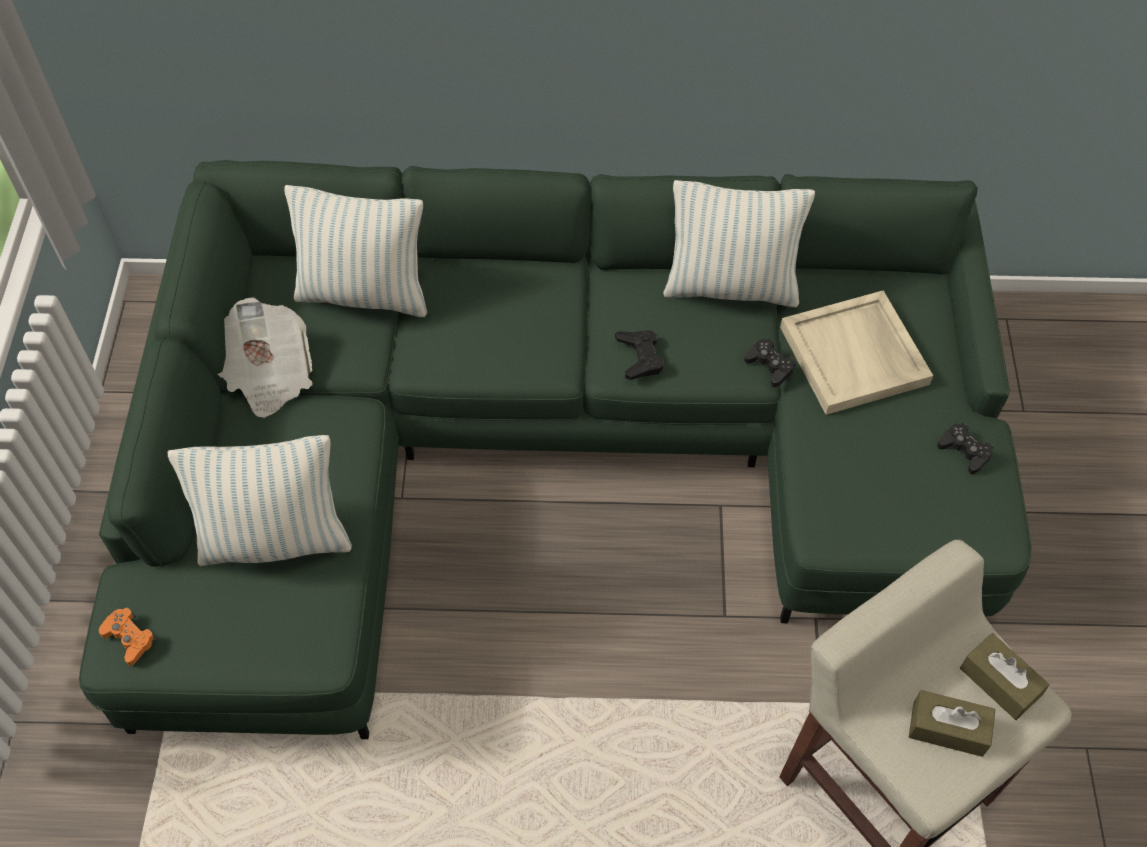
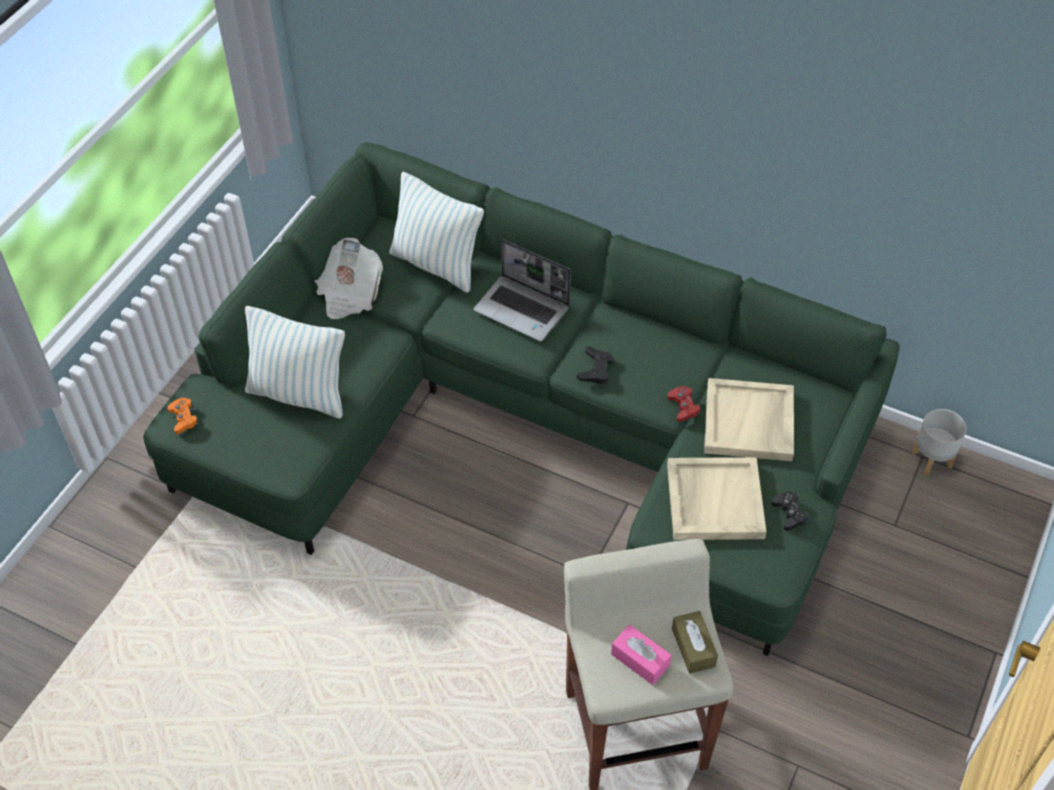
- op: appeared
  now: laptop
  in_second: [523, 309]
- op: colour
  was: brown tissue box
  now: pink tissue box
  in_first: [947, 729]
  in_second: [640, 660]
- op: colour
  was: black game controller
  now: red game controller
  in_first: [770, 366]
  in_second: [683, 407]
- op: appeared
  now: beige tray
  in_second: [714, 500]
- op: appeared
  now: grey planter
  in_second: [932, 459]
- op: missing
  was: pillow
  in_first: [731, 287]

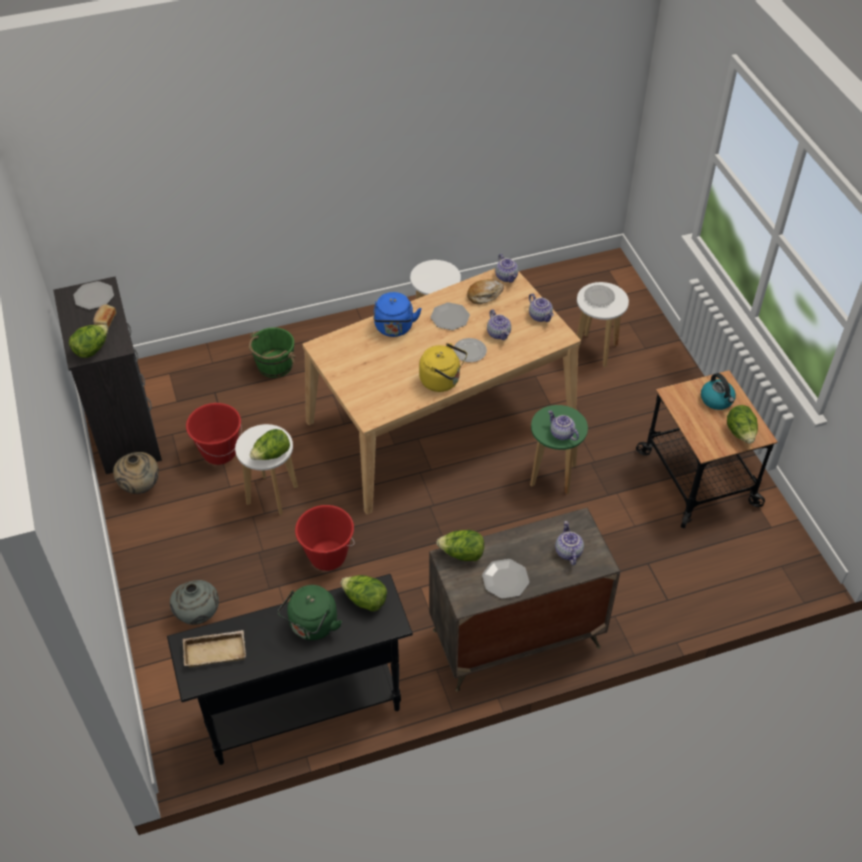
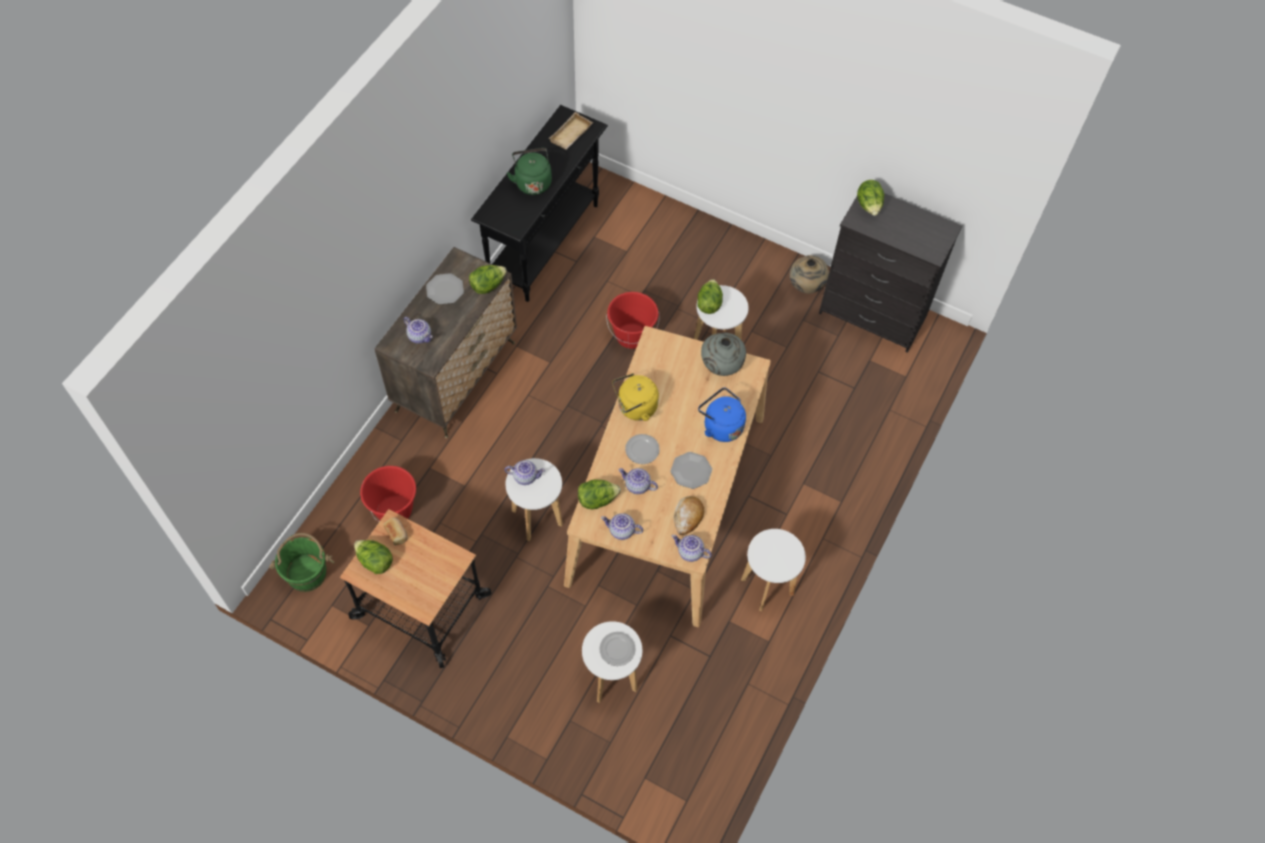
- op: relocated
  was: green bucket
  in_first: [274, 365]
  in_second: [307, 572]
- op: relocated
  was: red bucket
  in_first: [219, 452]
  in_second: [395, 510]
- op: relocated
  was: bread
  in_first: [105, 321]
  in_second: [397, 533]
- op: colour
  was: green stool
  now: white stool
  in_first: [553, 476]
  in_second: [537, 518]
- op: relocated
  was: lettuce
  in_first: [365, 600]
  in_second: [597, 499]
- op: relocated
  was: grey vase
  in_first: [198, 615]
  in_second: [721, 367]
- op: missing
  was: plate
  in_first: [94, 296]
- op: missing
  was: kettle
  in_first: [717, 400]

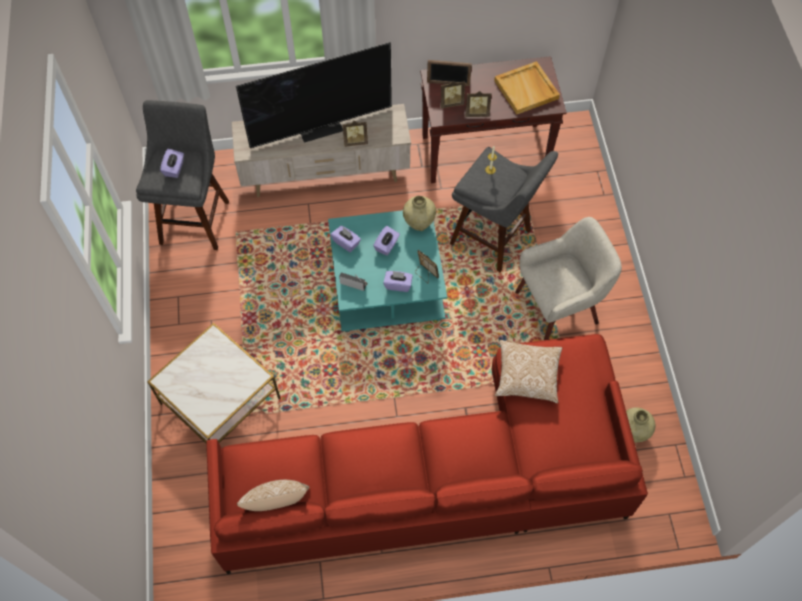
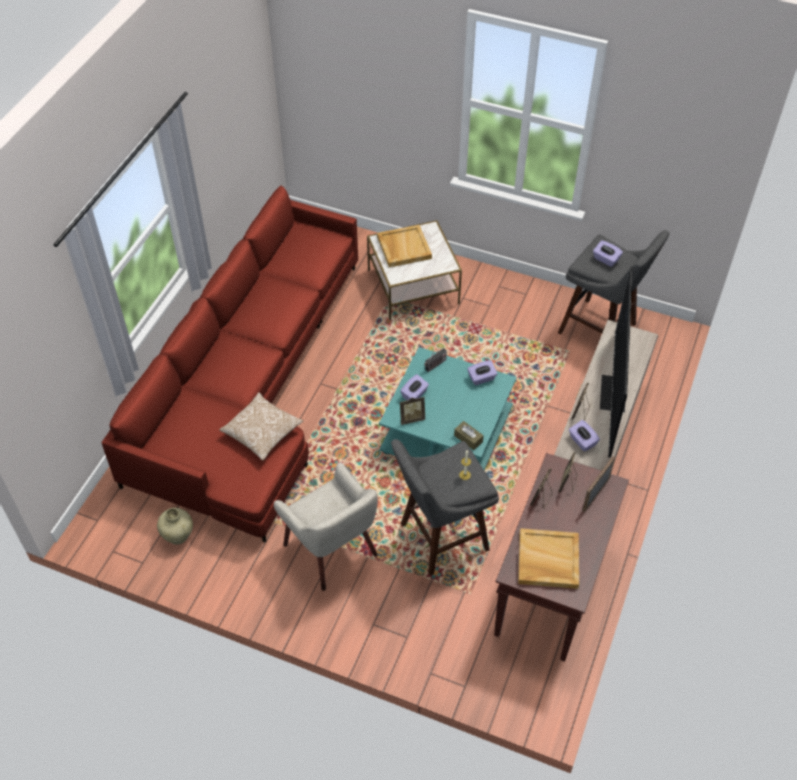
- op: spun
  was: beige armchair
  in_first: [558, 308]
  in_second: [332, 550]
  clockwise: -45
- op: appeared
  now: beige tray
  in_second: [403, 247]
- op: exchanged
  was: beige vase
  now: brown tissue box
  in_first: [419, 223]
  in_second: [468, 438]
- op: relocated
  was: purple tissue box
  in_first: [387, 246]
  in_second: [582, 441]
- op: missing
  was: pillow
  in_first: [278, 505]

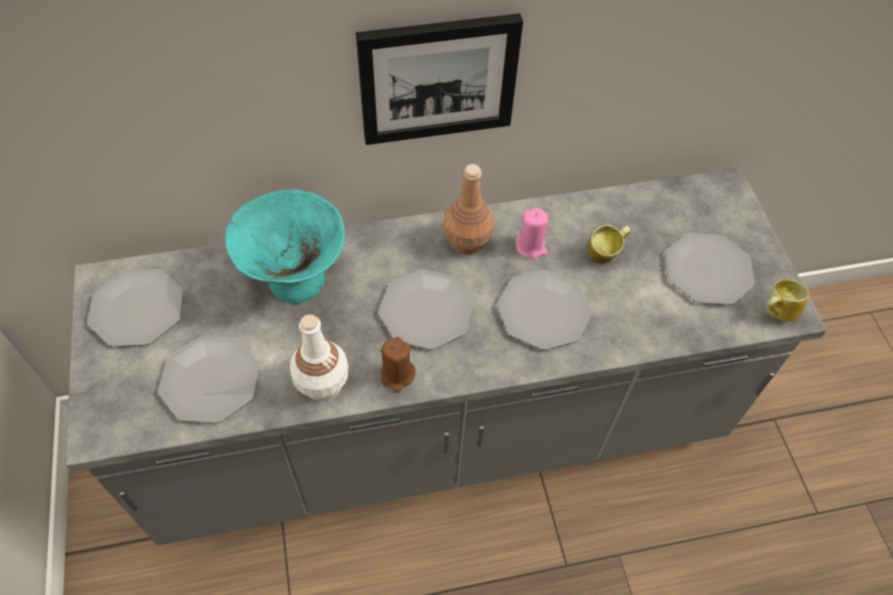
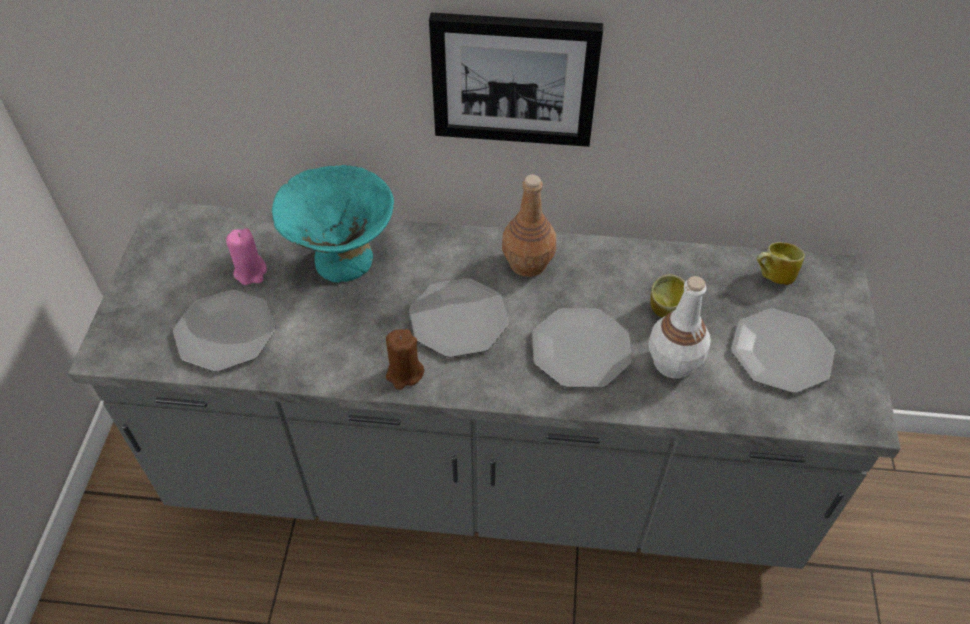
- op: relocated
  was: pink candle
  in_first: [531, 246]
  in_second: [250, 272]
- op: relocated
  was: white bottle
  in_first: [322, 384]
  in_second: [673, 362]
- op: relocated
  was: mug
  in_first: [775, 312]
  in_second: [772, 276]
- op: missing
  was: plate
  in_first: [137, 308]

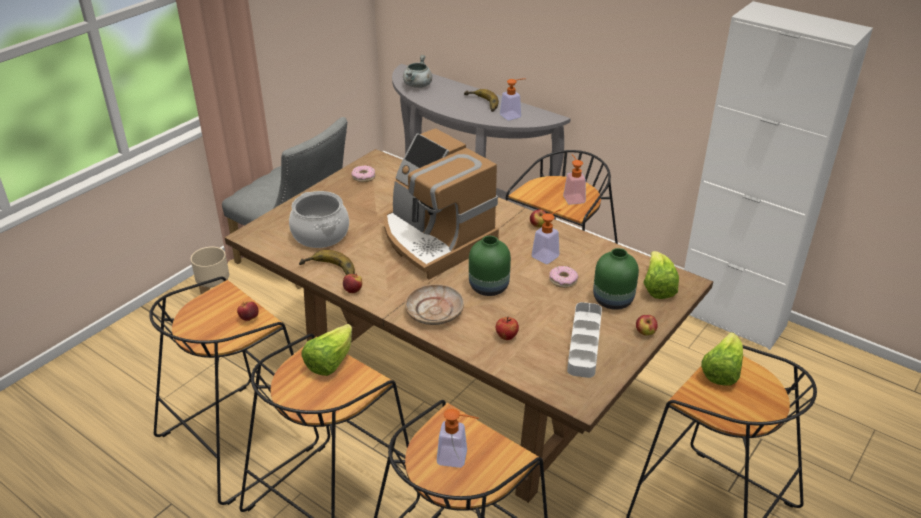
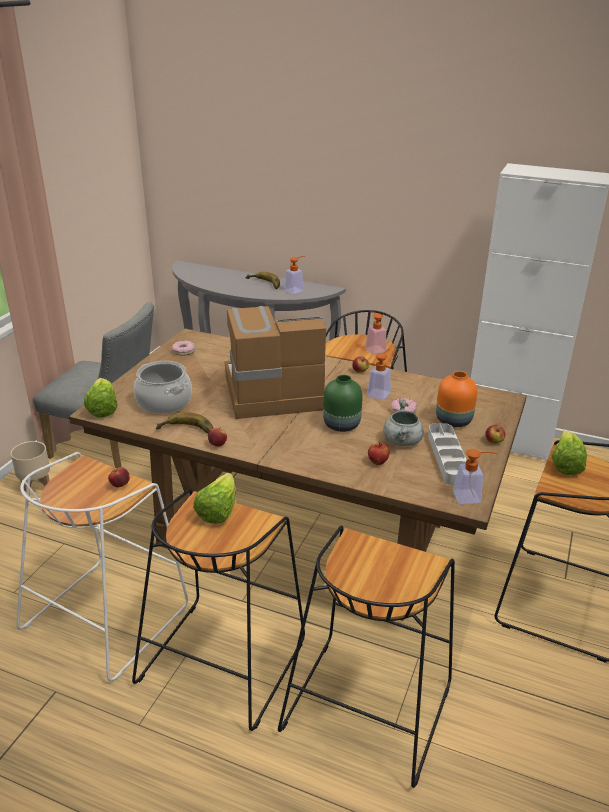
- op: colour
  was: black stool
  now: white stool
  in_first: [239, 438]
  in_second: [106, 615]
- op: relocated
  was: lettuce
  in_first: [657, 287]
  in_second: [102, 409]
- op: spun
  was: coffee machine
  in_first: [434, 239]
  in_second: [273, 393]
  clockwise: 135
- op: relocated
  was: grey cooking pot
  in_first: [418, 85]
  in_second: [403, 441]
- op: colour
  was: green vase
  now: orange vase
  in_first: [611, 300]
  in_second: [452, 420]
- op: relocated
  was: soap dispenser
  in_first: [458, 458]
  in_second: [472, 497]
- op: missing
  was: beige plate
  in_first: [435, 311]

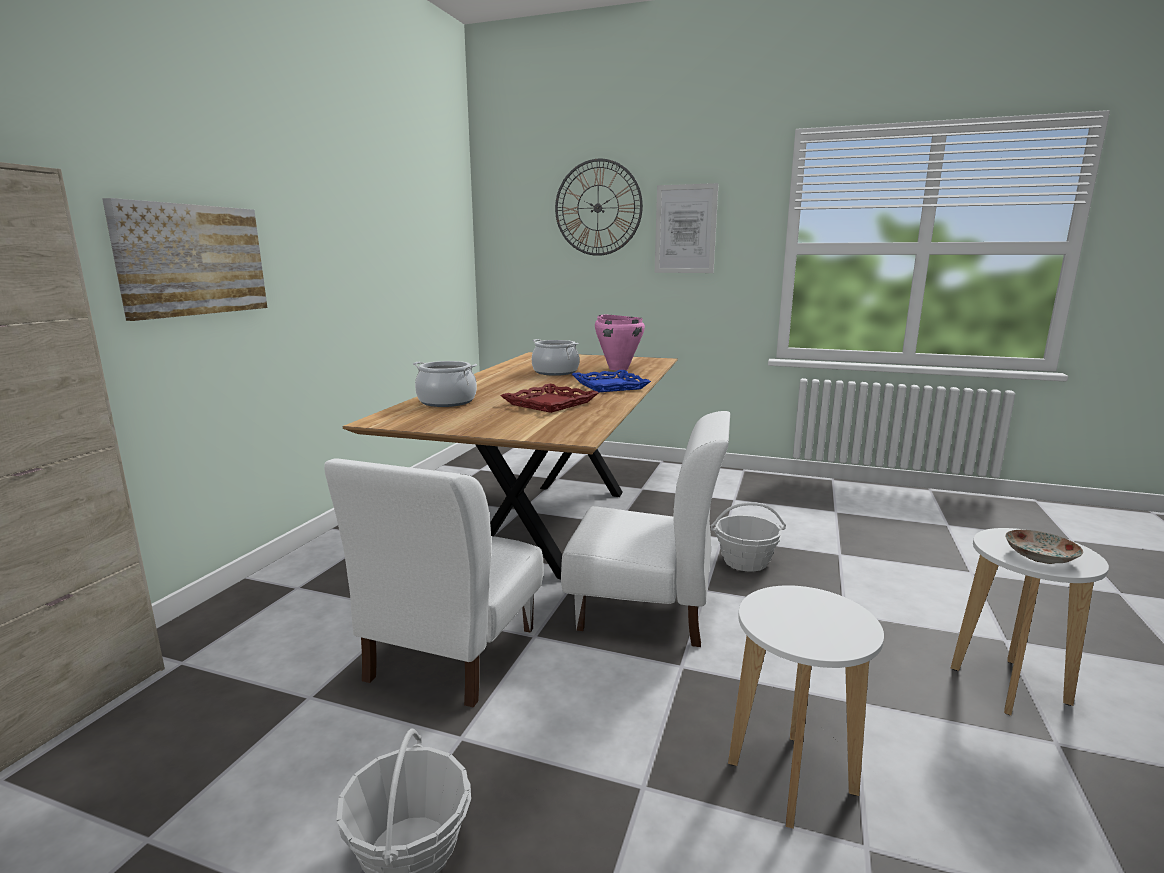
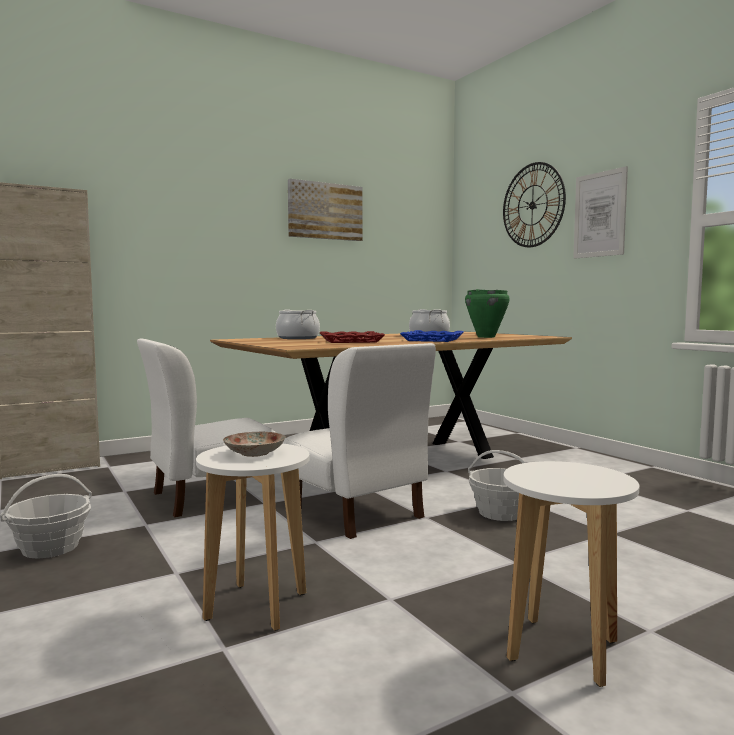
- op: relocated
  was: plate
  in_first: [1038, 557]
  in_second: [254, 453]
- op: relocated
  was: picture
  in_first: [191, 260]
  in_second: [325, 211]
- op: colour
  was: pink cooking pot
  now: green cooking pot
  in_first: [618, 368]
  in_second: [486, 337]

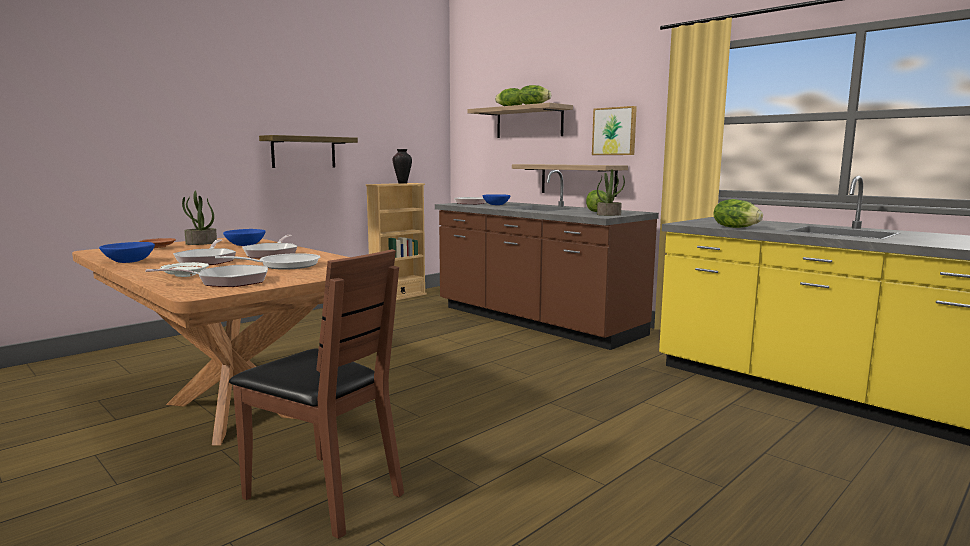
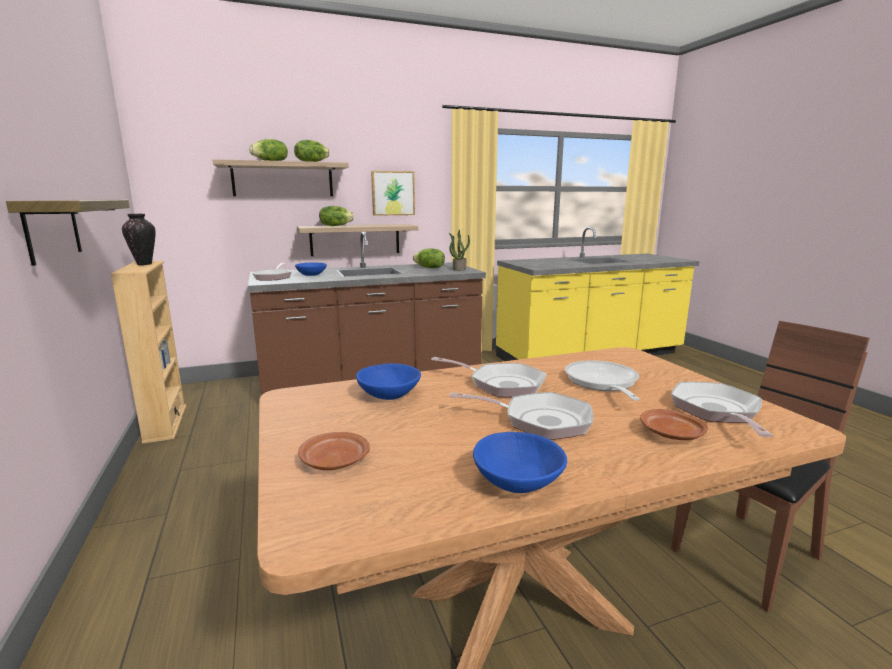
- op: relocated
  was: lettuce
  in_first: [735, 227]
  in_second: [335, 226]
- op: colour
  was: white plate
  now: brown plate
  in_first: [184, 275]
  in_second: [672, 434]
- op: missing
  was: potted plant
  in_first: [201, 243]

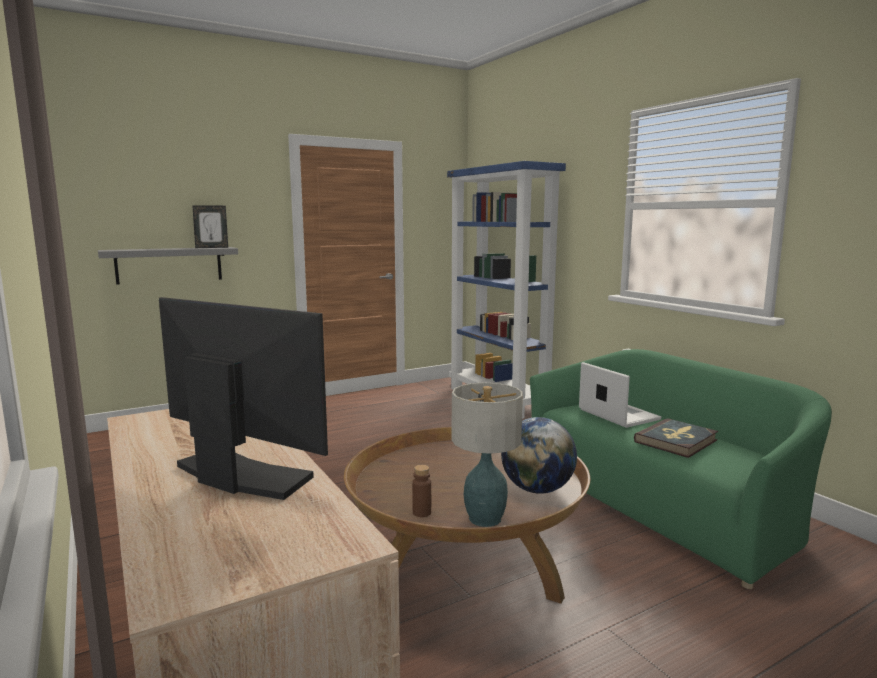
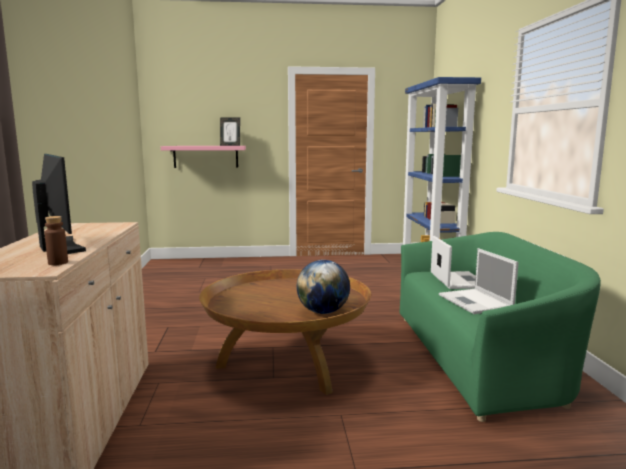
- op: relocated
  was: brown bottle
  in_first: [422, 512]
  in_second: [58, 263]
- op: colour
  was: grey shelf
  now: pink shelf
  in_first: [169, 265]
  in_second: [206, 156]
- op: exchanged
  was: book
  now: laptop
  in_first: [676, 441]
  in_second: [476, 302]
- op: missing
  was: table lamp
  in_first: [484, 518]

